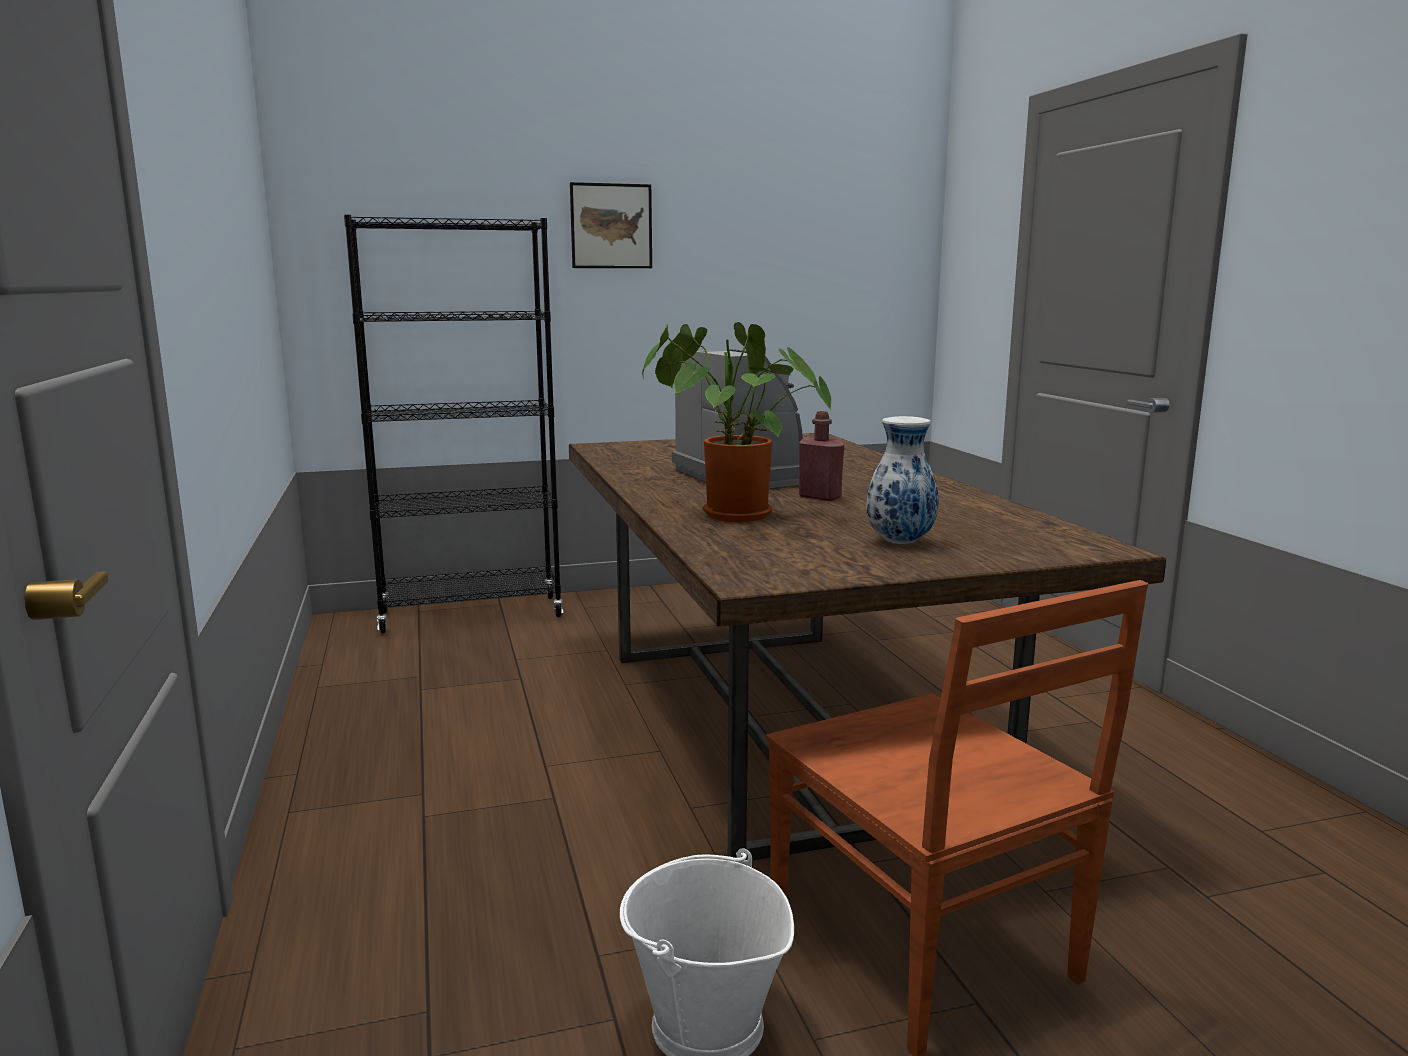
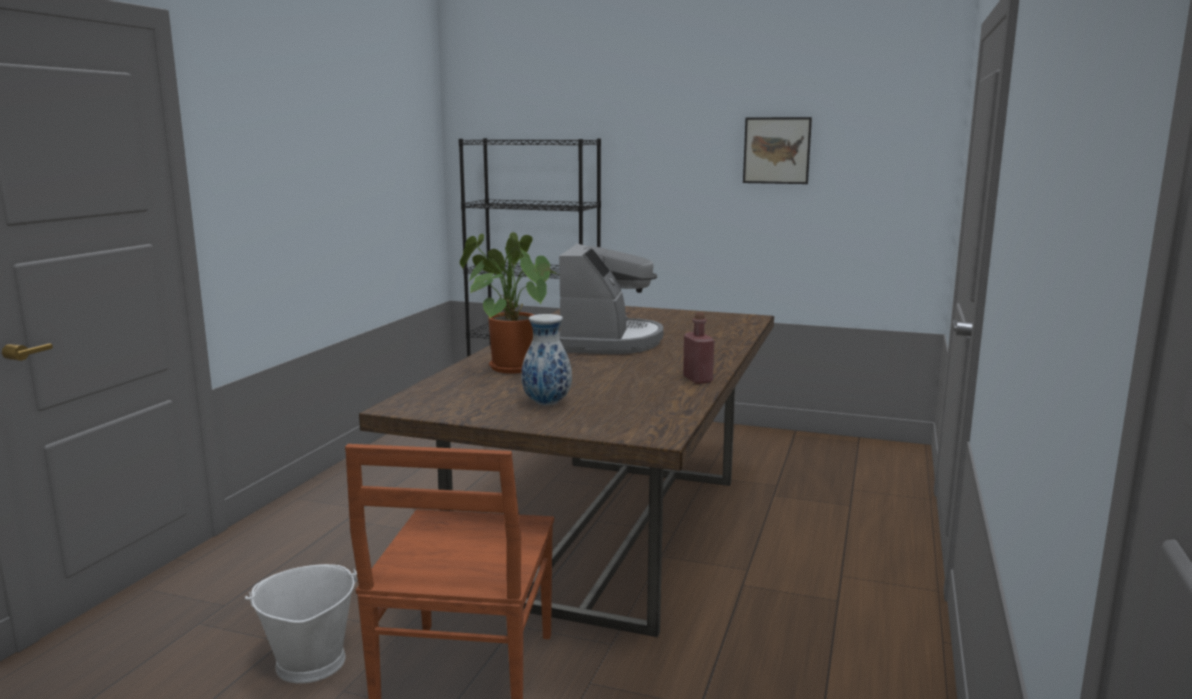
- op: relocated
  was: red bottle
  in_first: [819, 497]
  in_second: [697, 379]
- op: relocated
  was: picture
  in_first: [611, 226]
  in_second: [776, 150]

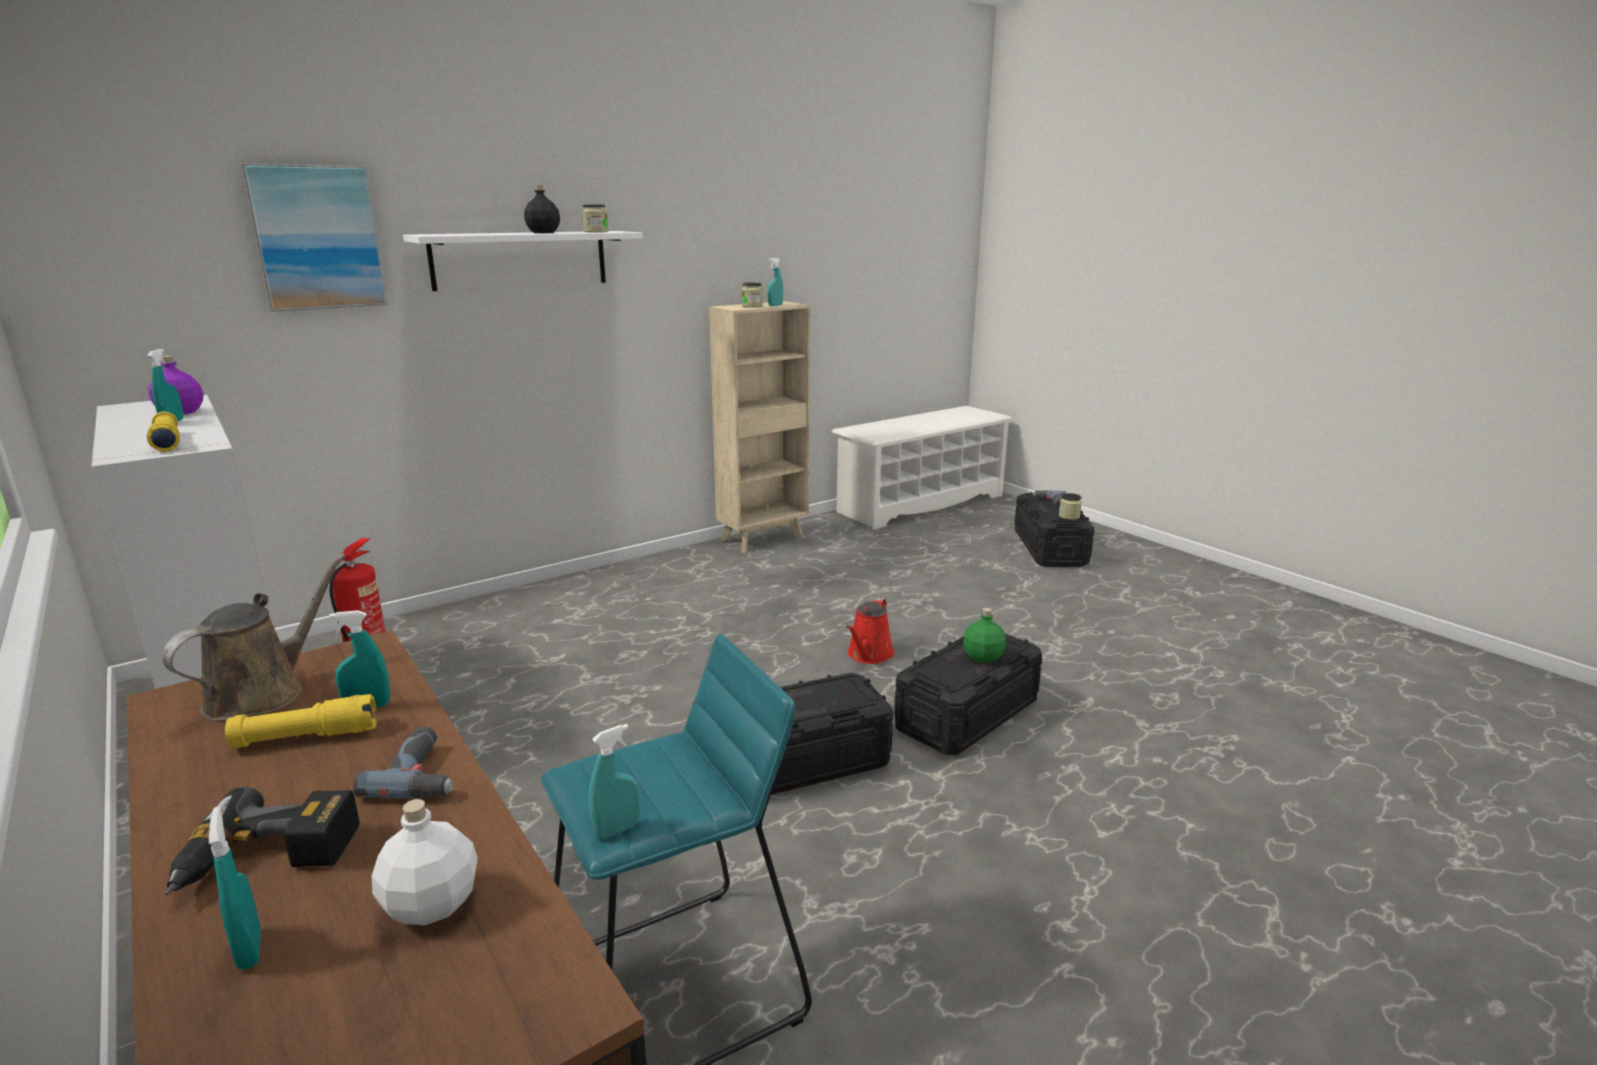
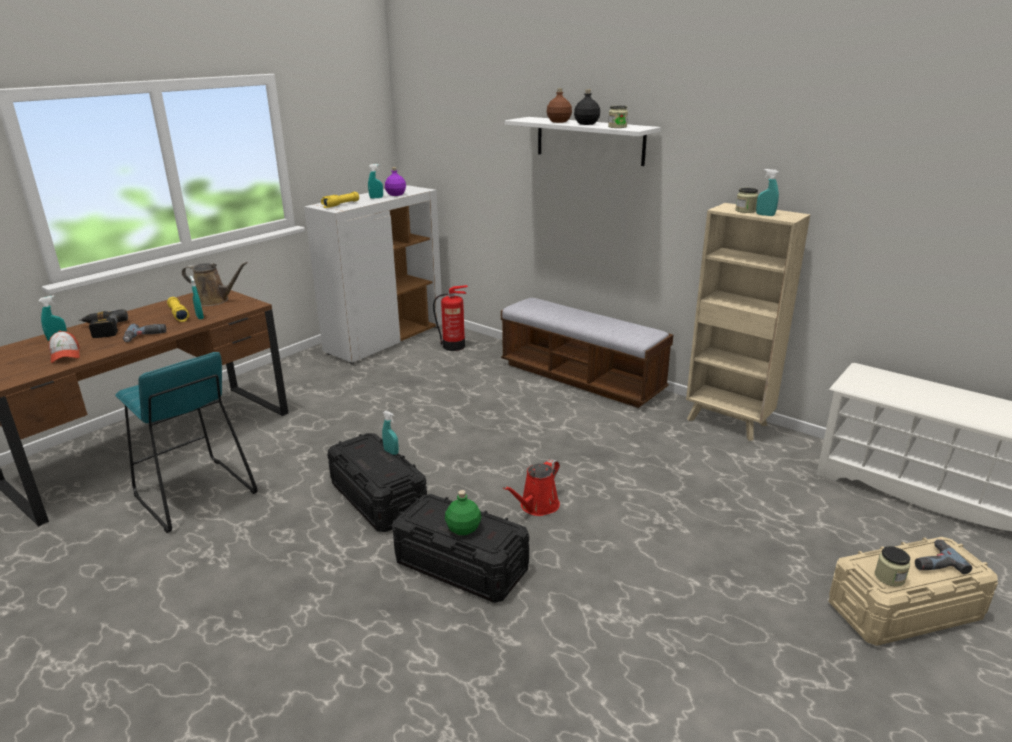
- op: exchanged
  was: white bottle
  now: cap
  in_first: [431, 903]
  in_second: [65, 355]
- op: relocated
  was: turquoise spray bottle
  in_first: [617, 830]
  in_second: [391, 452]
- op: appeared
  now: bench
  in_second: [581, 378]
- op: spun
  was: red watering can
  in_first: [868, 655]
  in_second: [537, 506]
  clockwise: -60
- op: appeared
  now: brown bottle
  in_second: [558, 121]
- op: colour
  was: black storage box
  now: beige storage box
  in_first: [1050, 548]
  in_second: [904, 610]
- op: missing
  was: picture
  in_first: [317, 238]

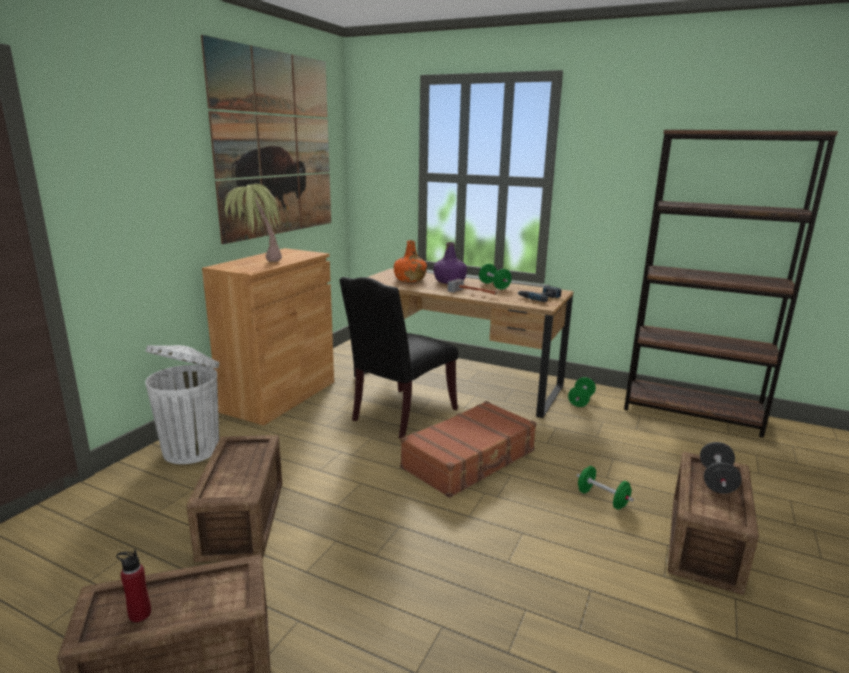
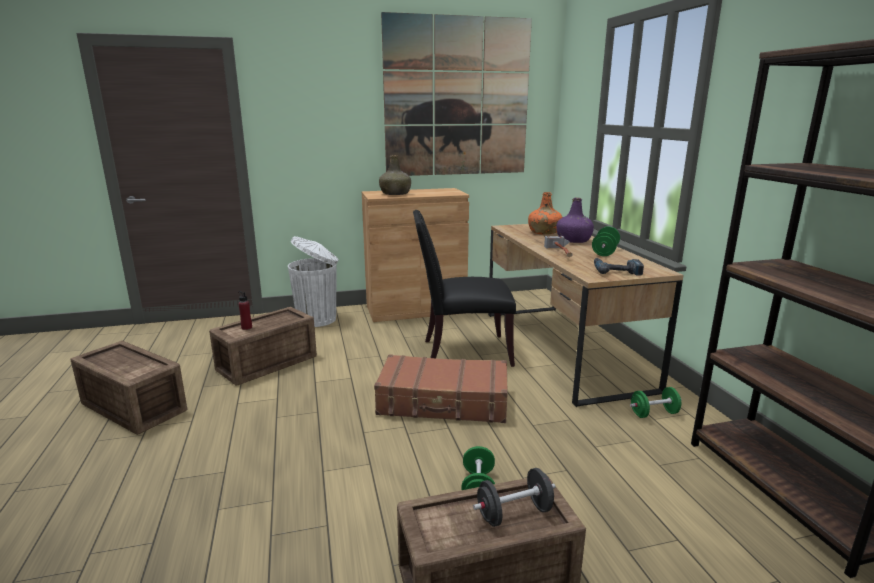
- op: relocated
  was: red bottle
  in_first: [140, 614]
  in_second: [246, 327]
- op: exchanged
  was: potted plant
  now: green bottle
  in_first: [257, 264]
  in_second: [395, 194]

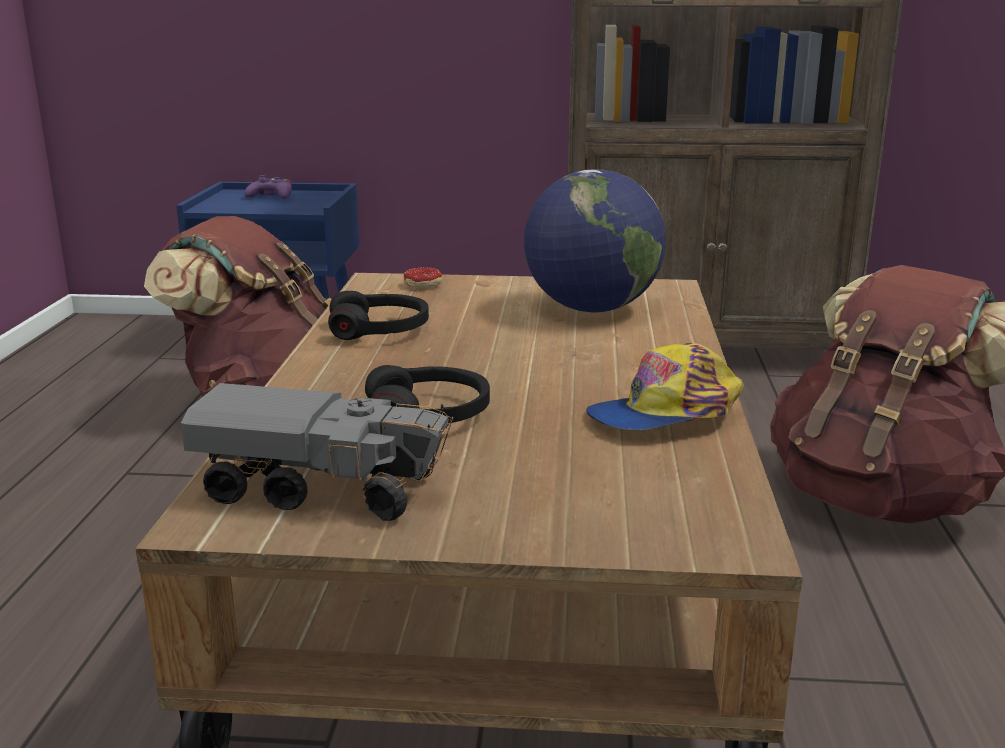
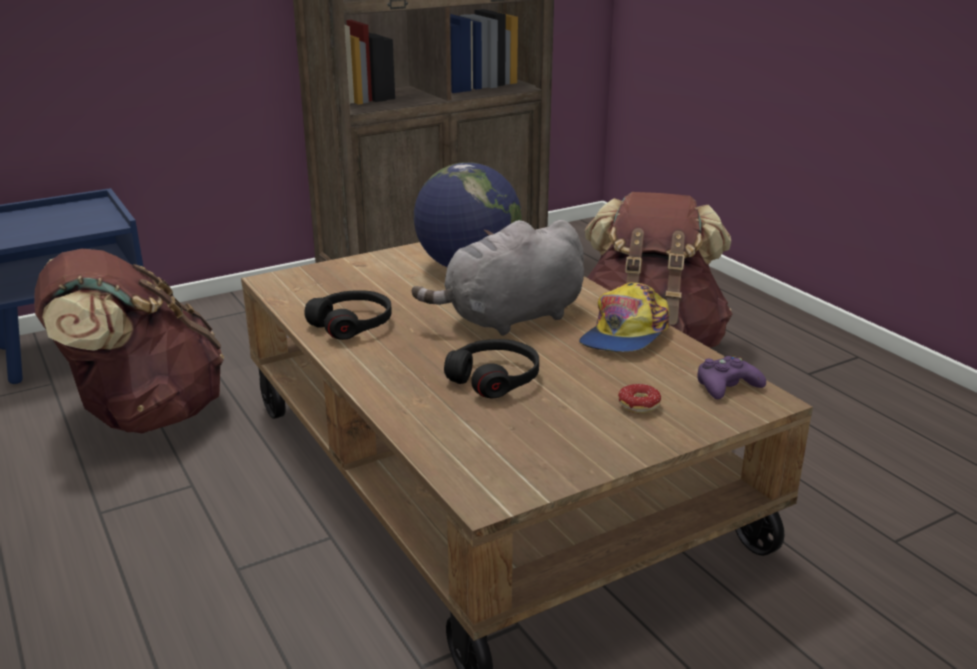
- op: appeared
  now: grey plush toy
  in_second: [509, 318]
- op: relocated
  was: donut
  in_first: [419, 287]
  in_second: [641, 409]
- op: relocated
  was: purple game controller
  in_first: [271, 197]
  in_second: [727, 386]
- op: missing
  was: toy truck
  in_first: [322, 489]

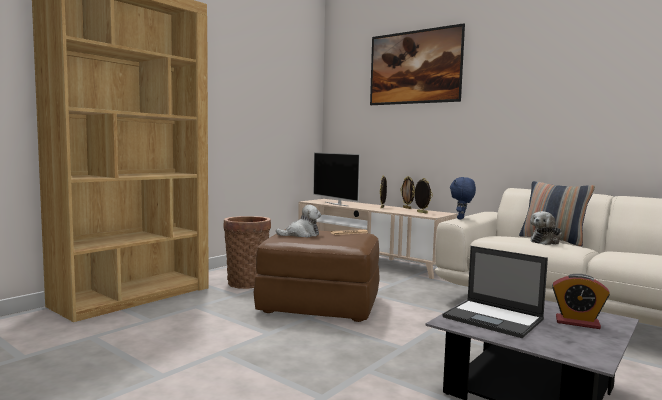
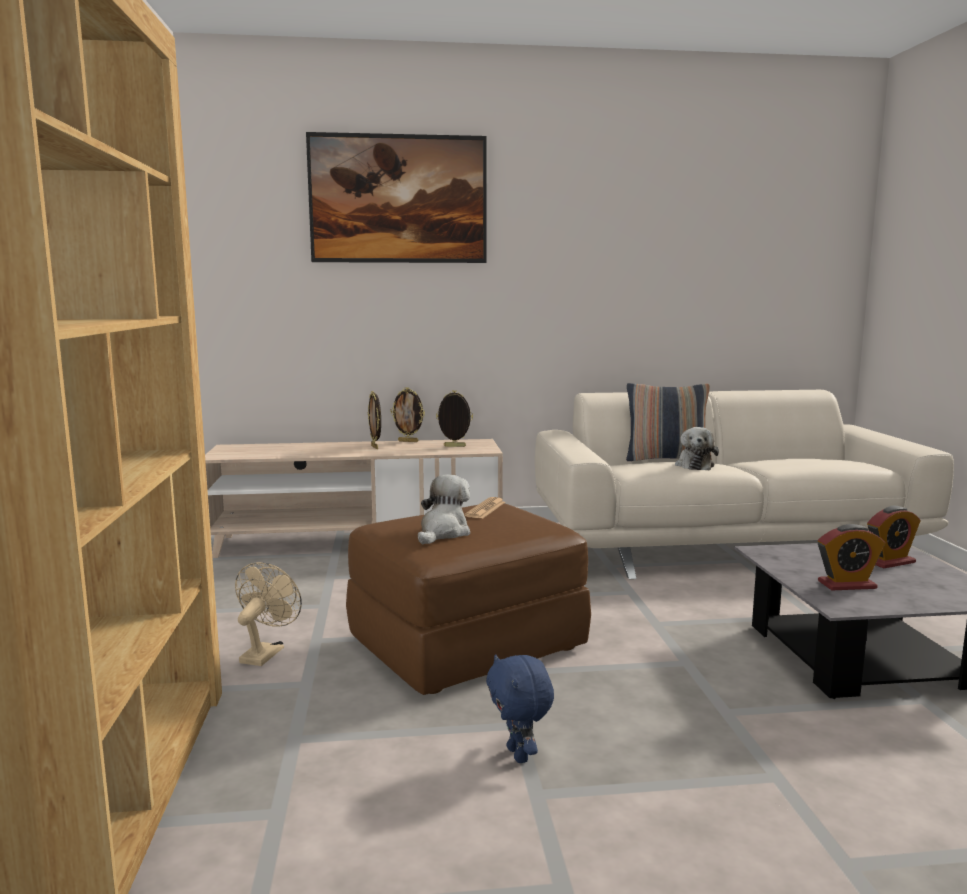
- op: exchanged
  was: basket
  now: beige fan
  in_first: [247, 282]
  in_second: [265, 652]
- op: relocated
  was: blue plush toy
  in_first: [461, 218]
  in_second: [519, 755]
- op: exchanged
  was: laptop
  now: alarm clock
  in_first: [494, 319]
  in_second: [847, 585]
- op: missing
  was: television
  in_first: [337, 204]

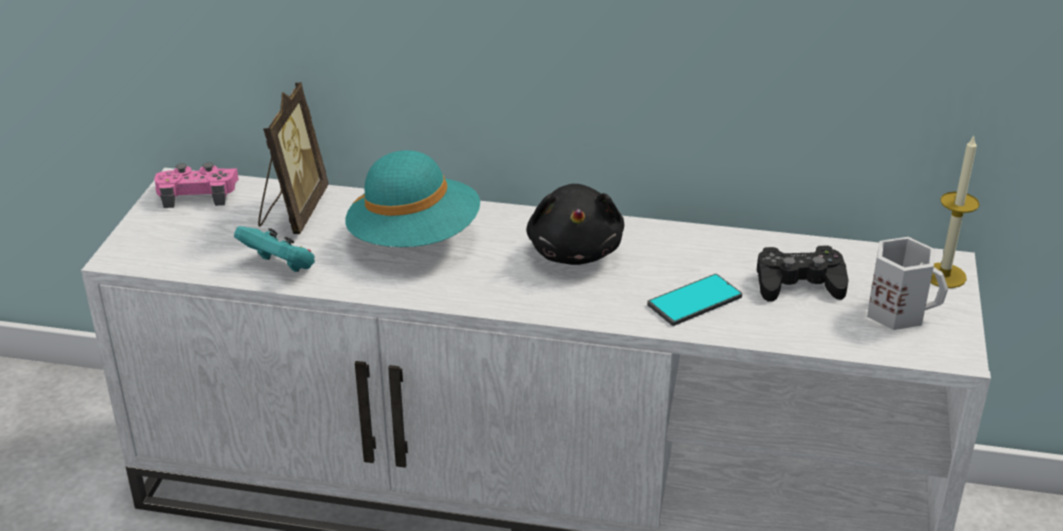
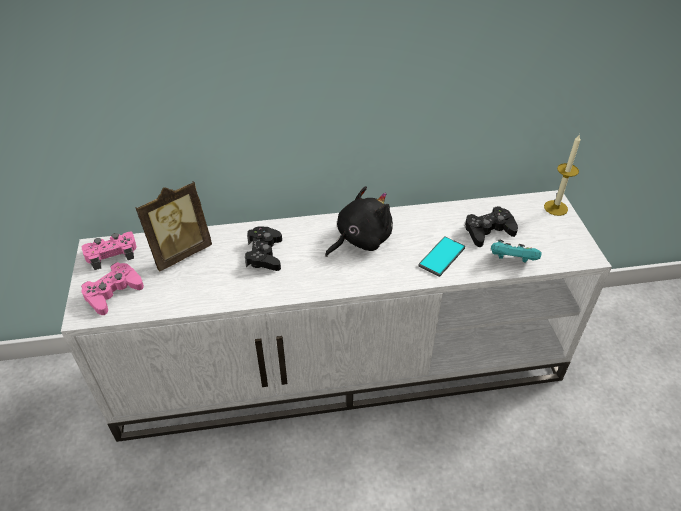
- op: appeared
  now: pink game controller
  in_second: [113, 292]
- op: spun
  was: picture frame
  in_first: [292, 211]
  in_second: [179, 252]
  clockwise: 60
- op: exchanged
  was: turquoise hat
  now: black game controller
  in_first: [415, 239]
  in_second: [264, 254]
- op: spun
  was: black plush toy
  in_first: [575, 251]
  in_second: [360, 239]
  clockwise: -105
- op: relocated
  was: turquoise game controller
  in_first: [280, 266]
  in_second: [512, 261]
- op: missing
  was: white mug
  in_first: [898, 311]

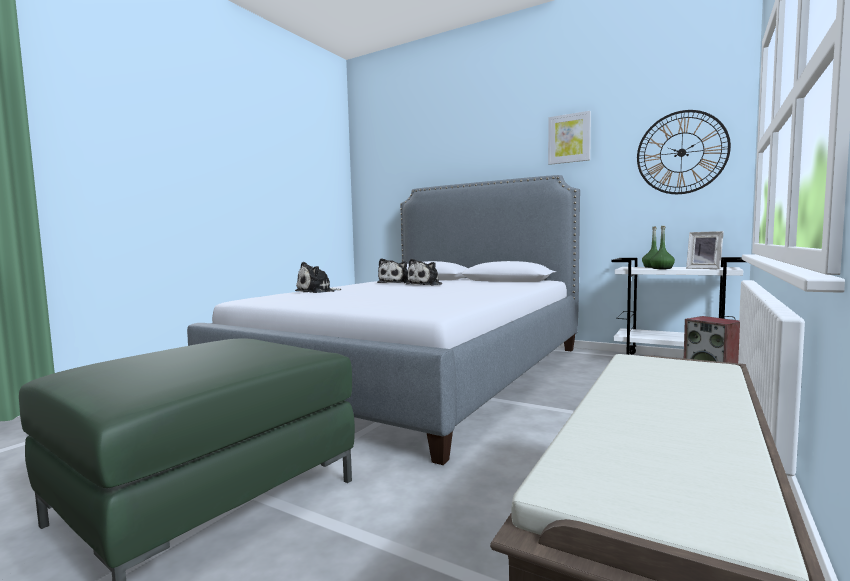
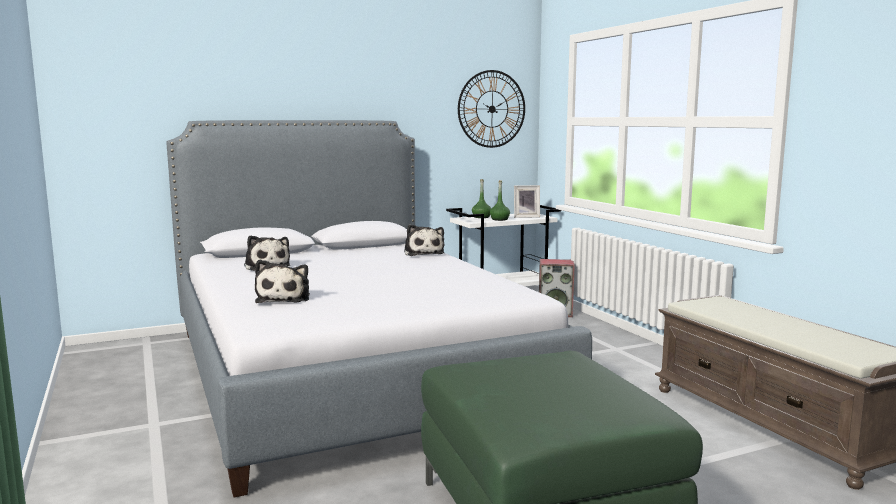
- op: relocated
  was: plush toy
  in_first: [426, 284]
  in_second: [423, 253]
- op: missing
  was: picture
  in_first: [569, 138]

